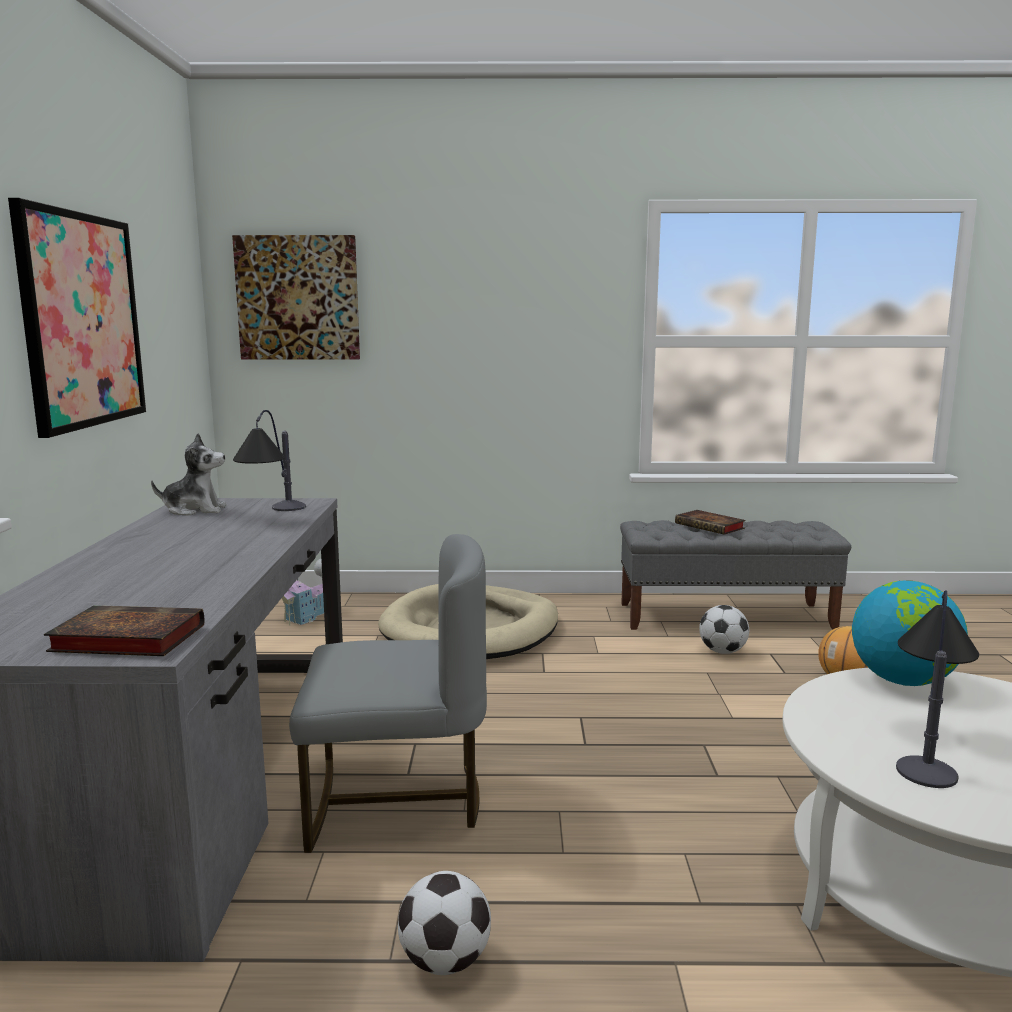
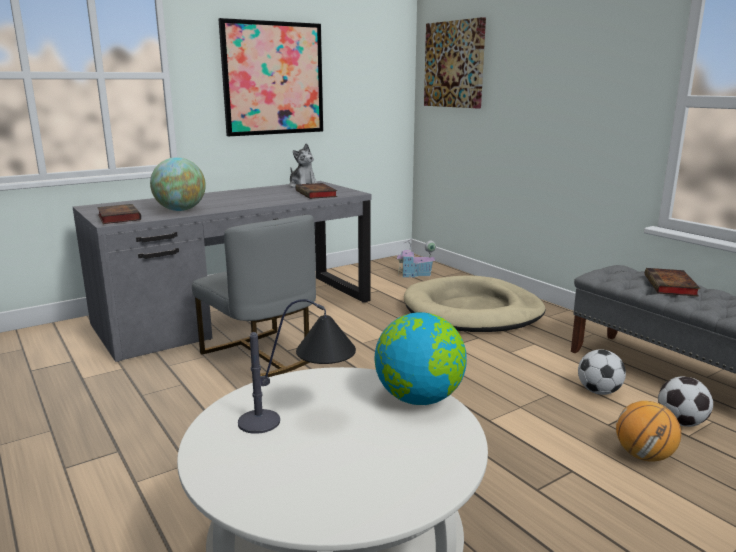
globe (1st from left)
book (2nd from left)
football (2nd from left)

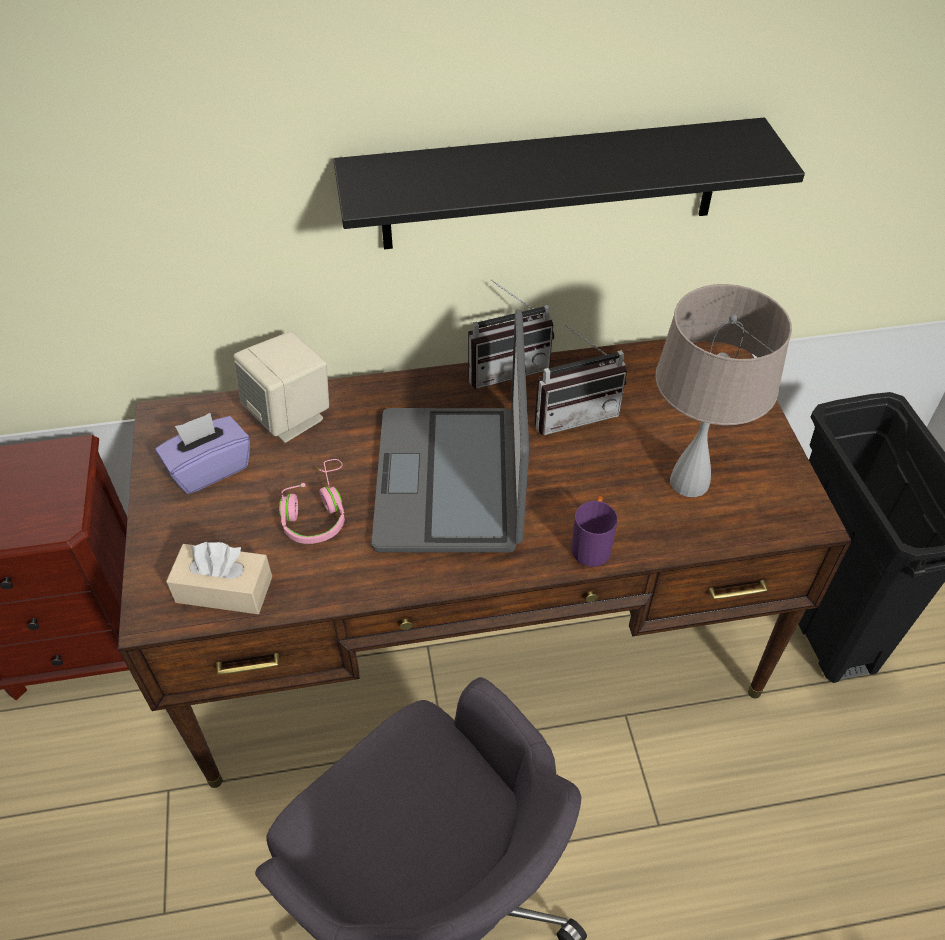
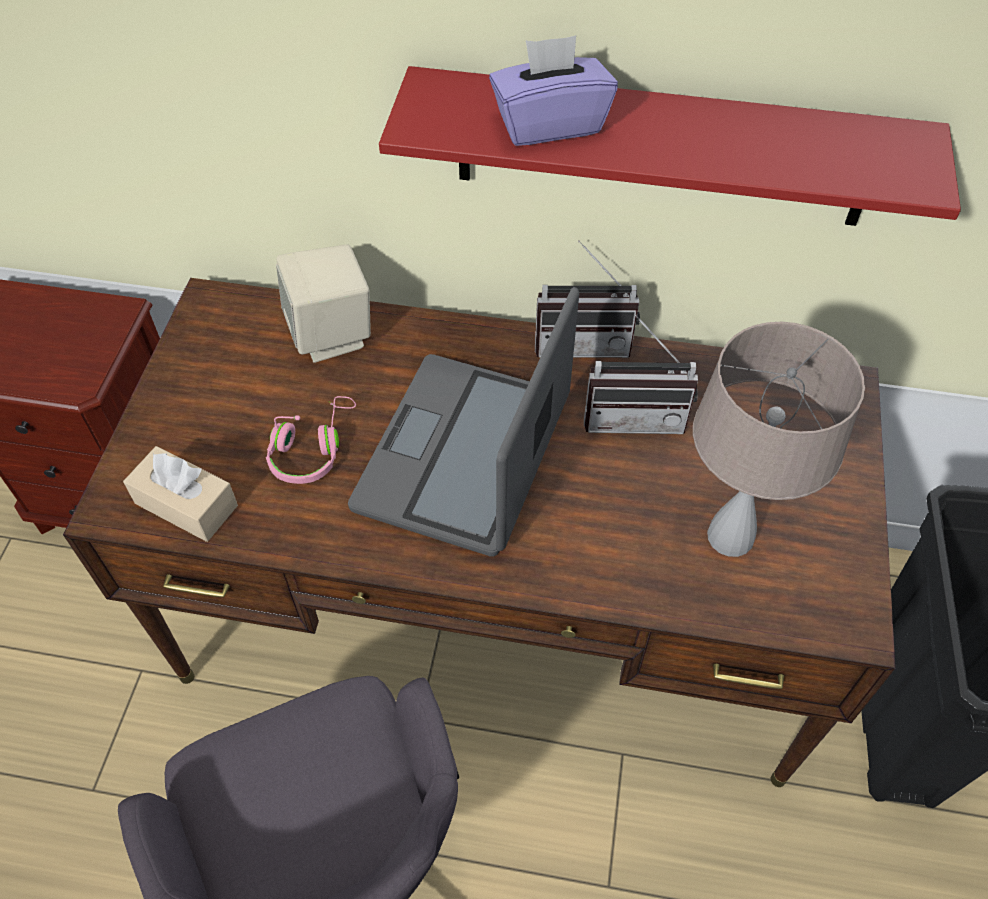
red shelf
purple tissue box
purple mug

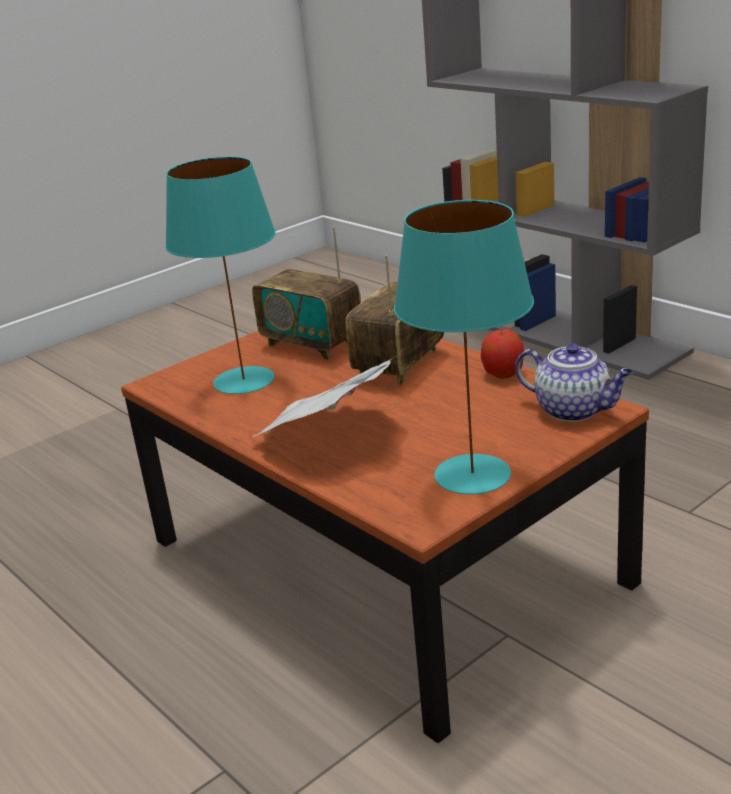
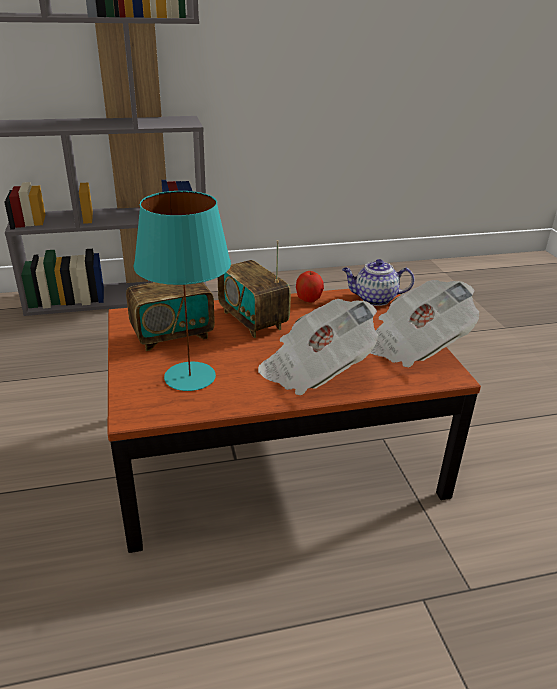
teapot
newspaper (2nd from left)

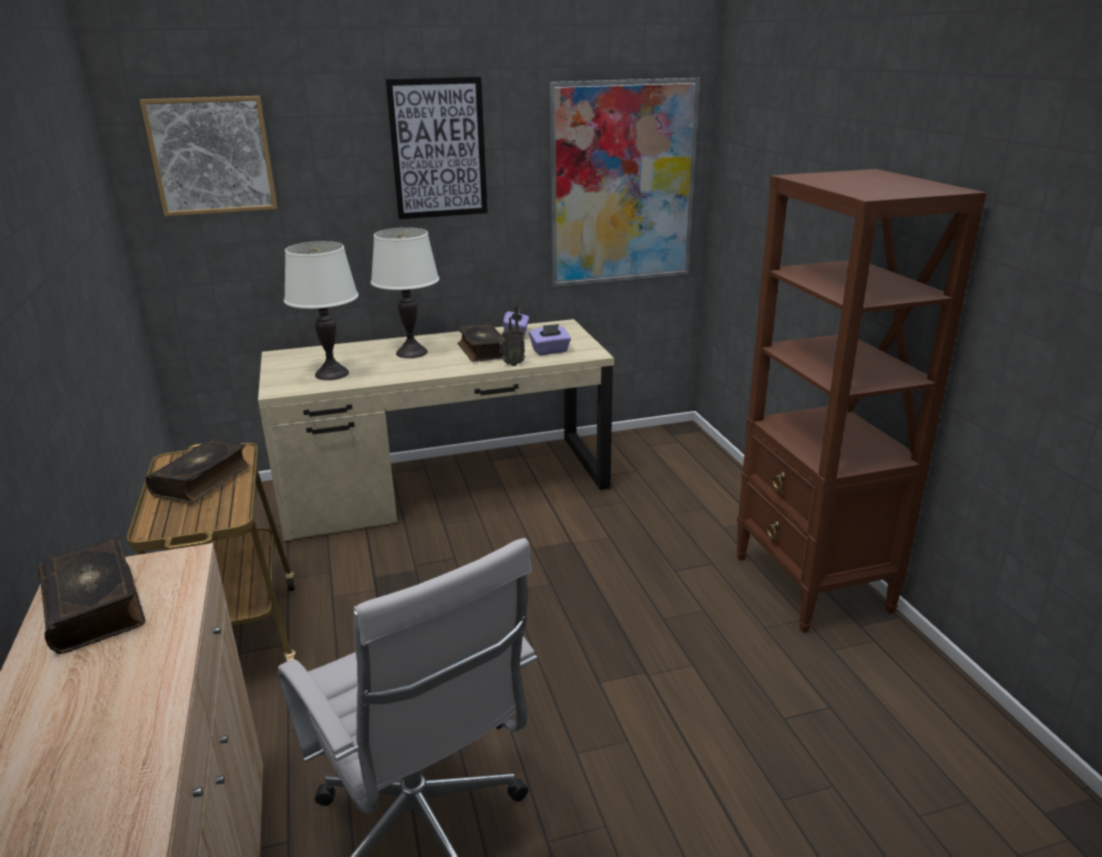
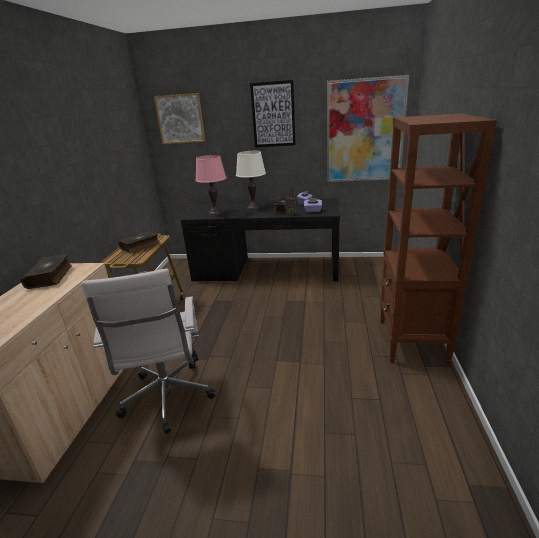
black desk
pink table lamp

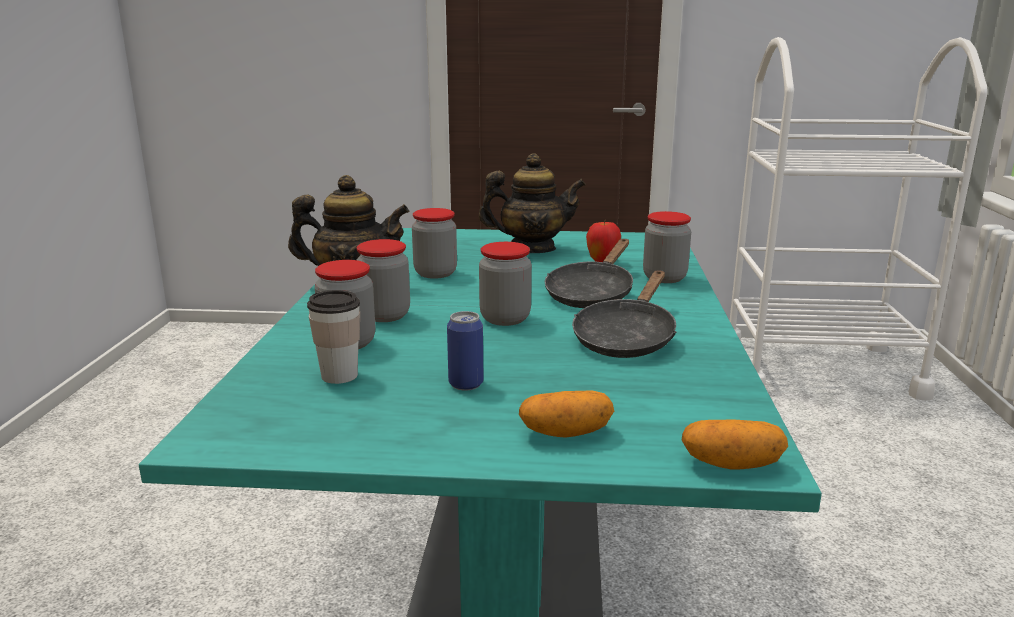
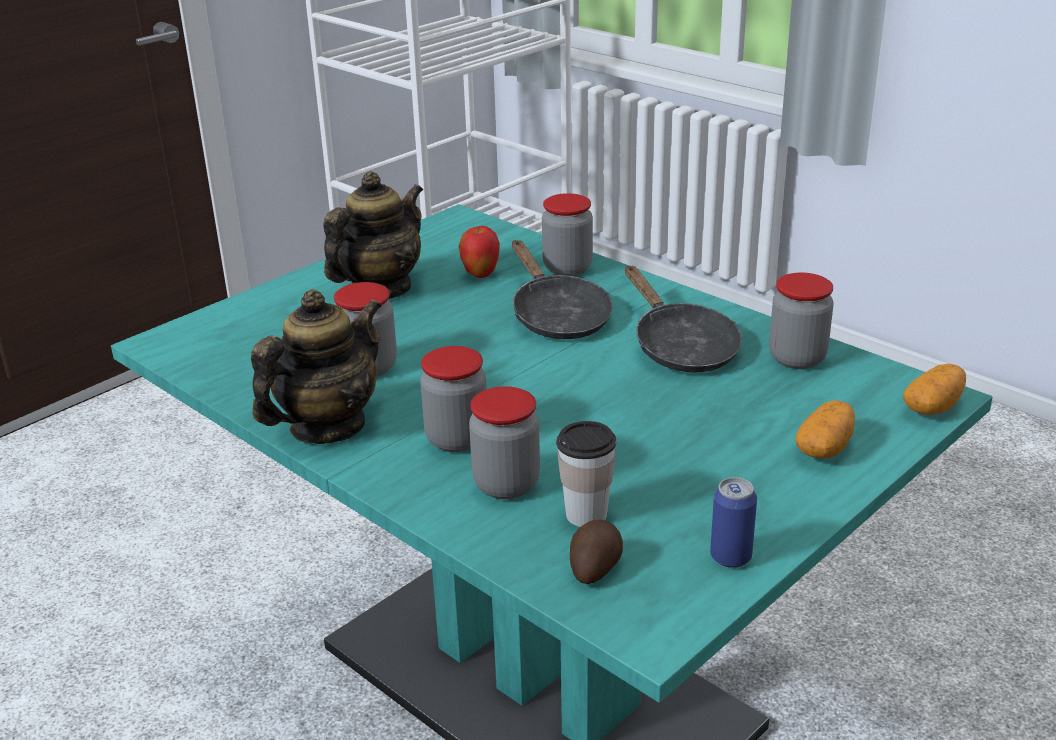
potato (1st from left)
can
jar (5th from left)

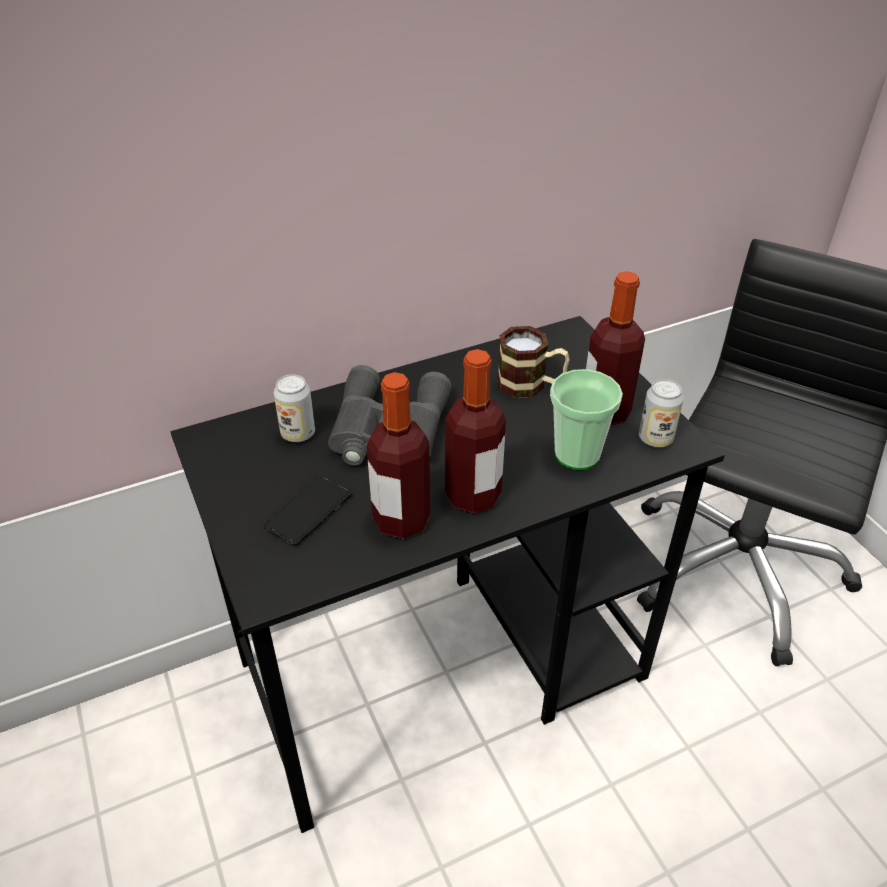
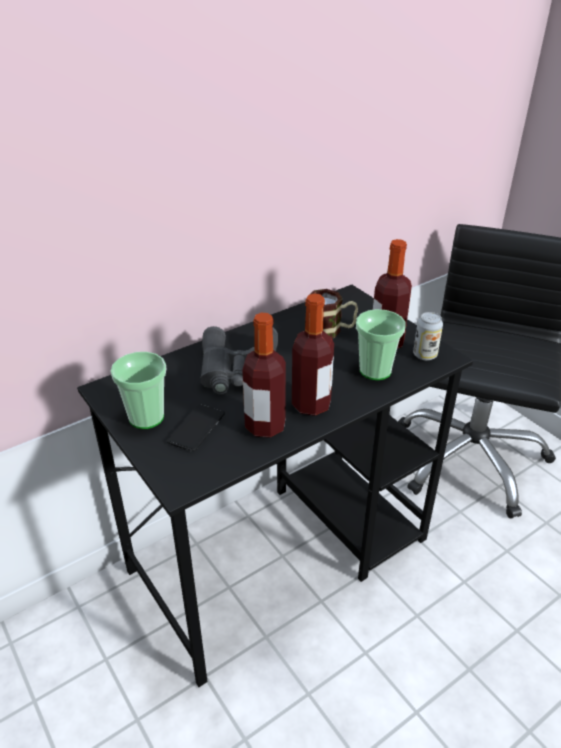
cup (1st from left)
can (1st from left in the first image)

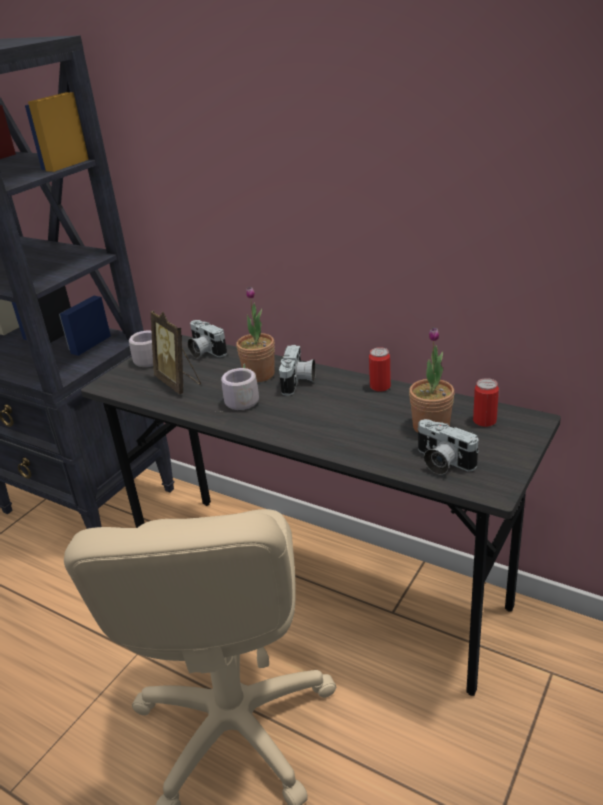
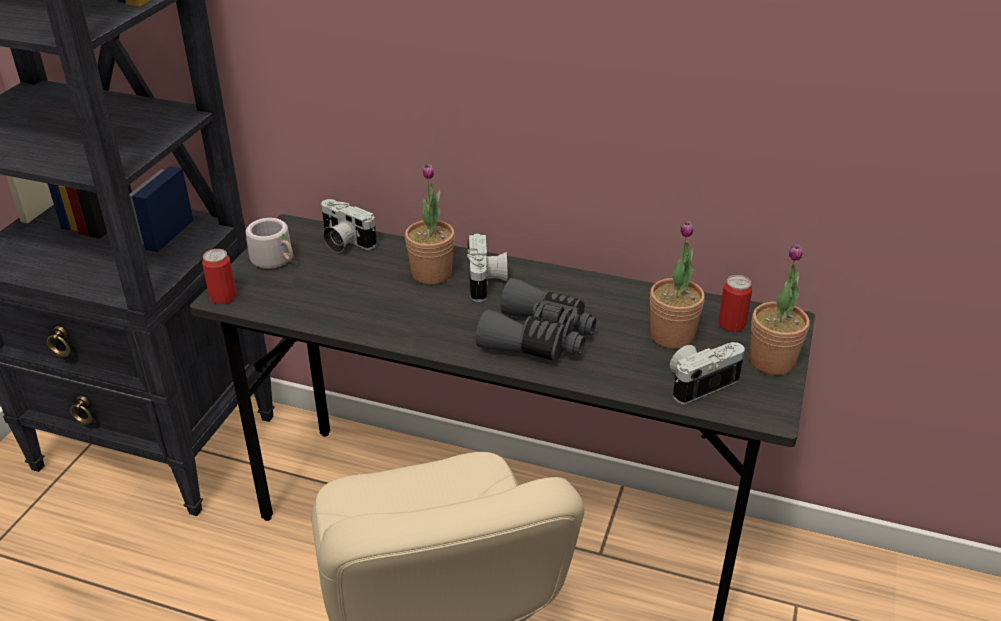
can (1st from left)
grey binoculars
photo camera (3rd from left)
potted plant (3rd from left)
picture frame
grey mug (2nd from left in the first image)

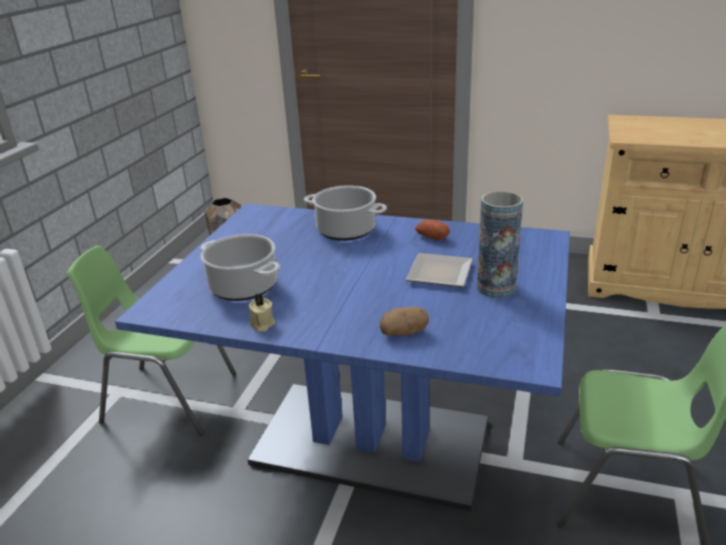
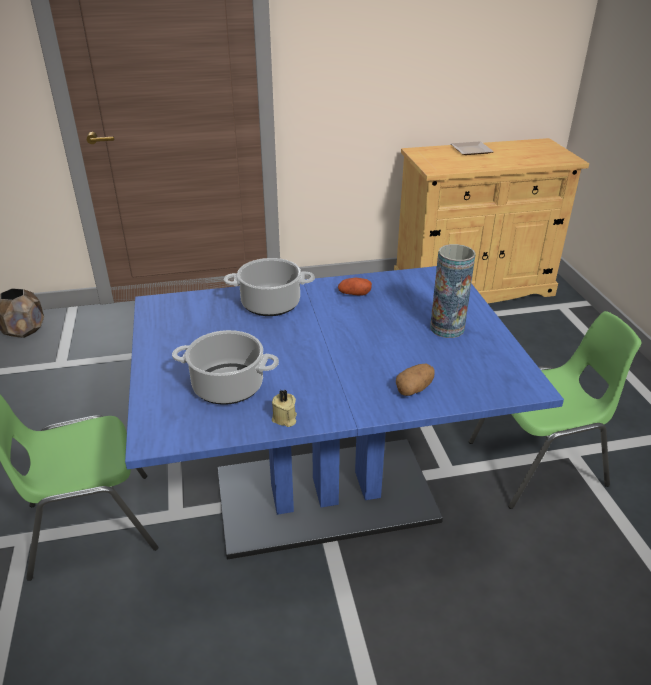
plate

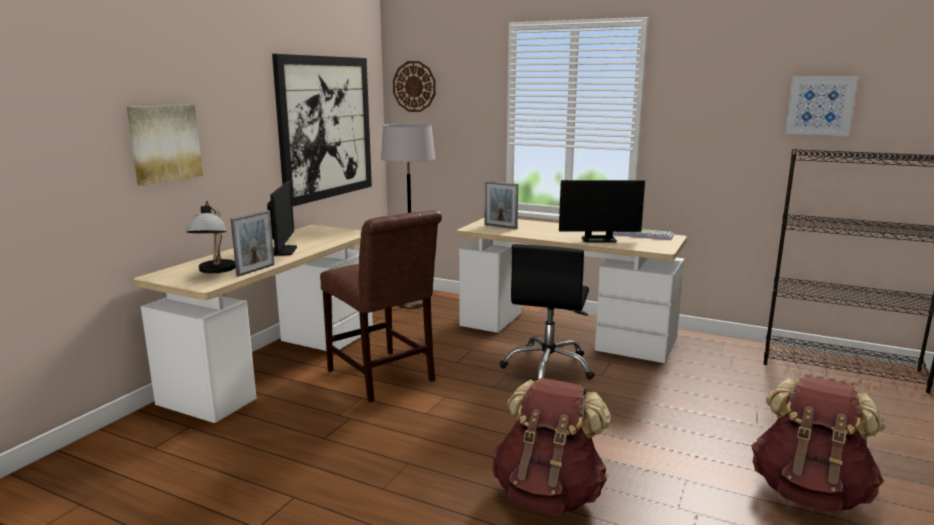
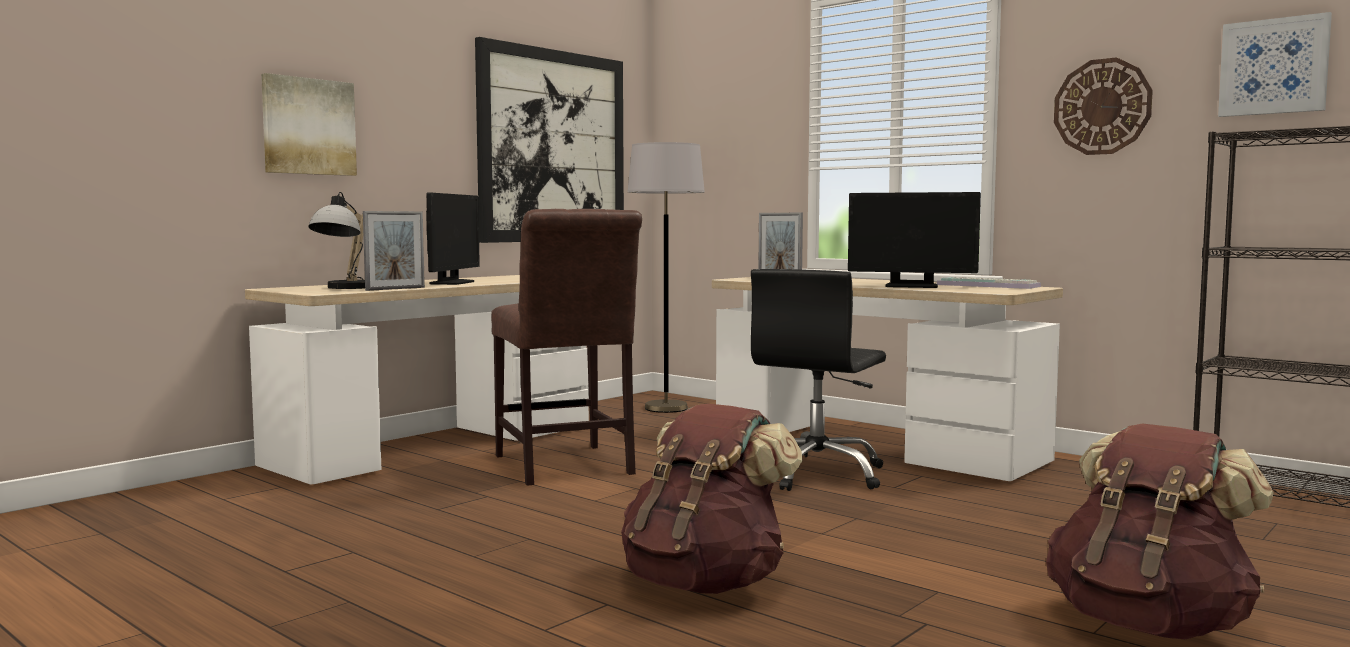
wall clock

